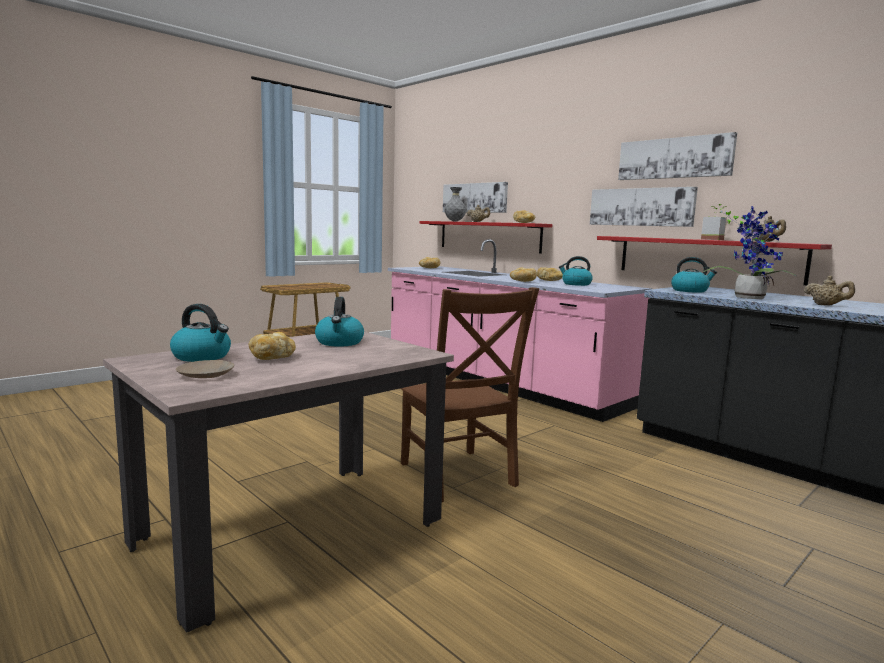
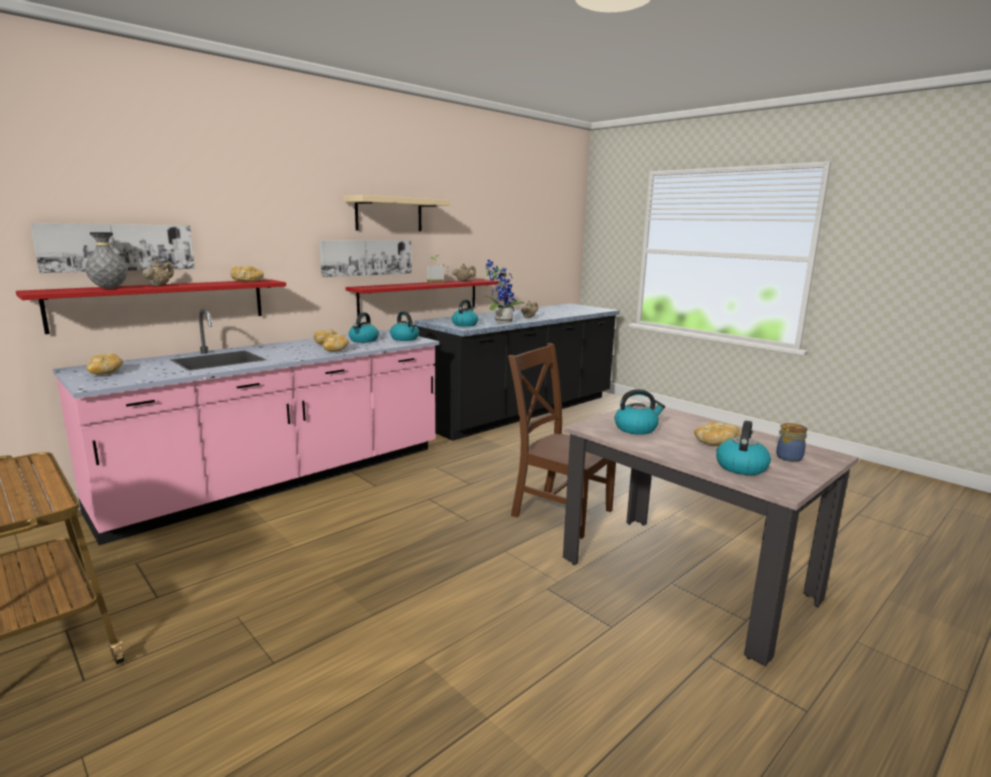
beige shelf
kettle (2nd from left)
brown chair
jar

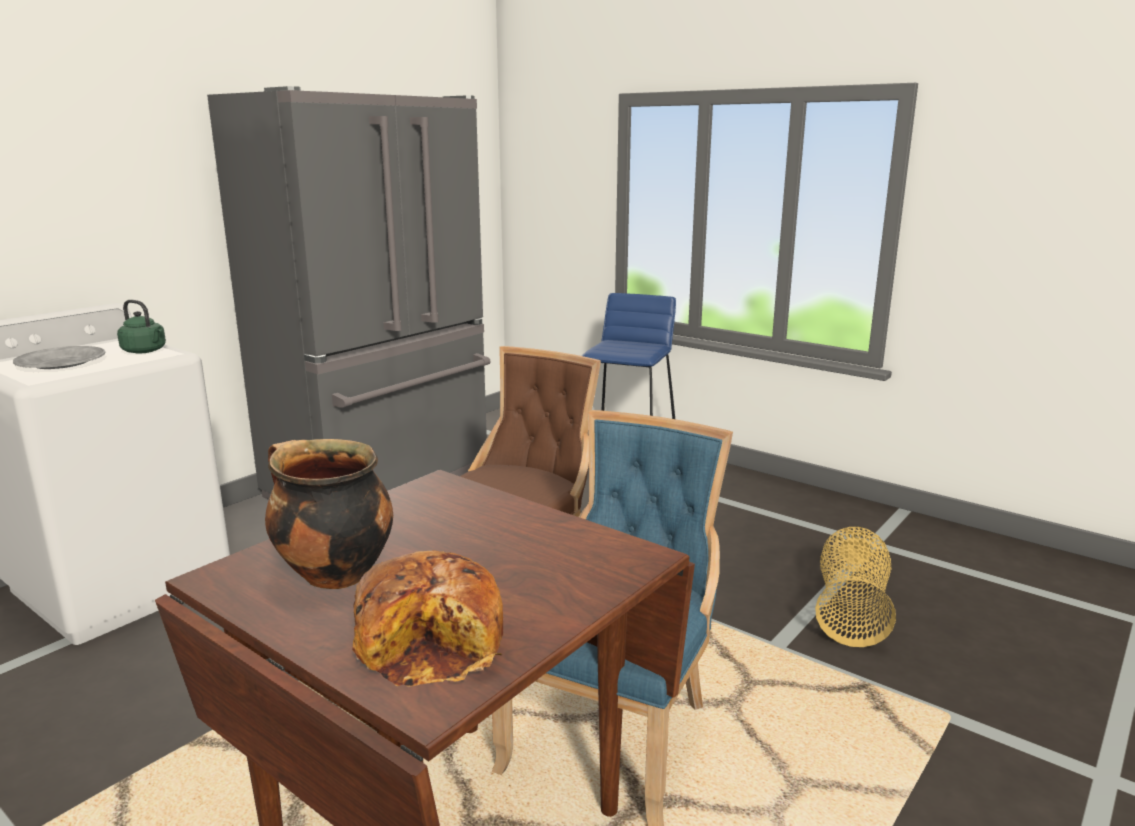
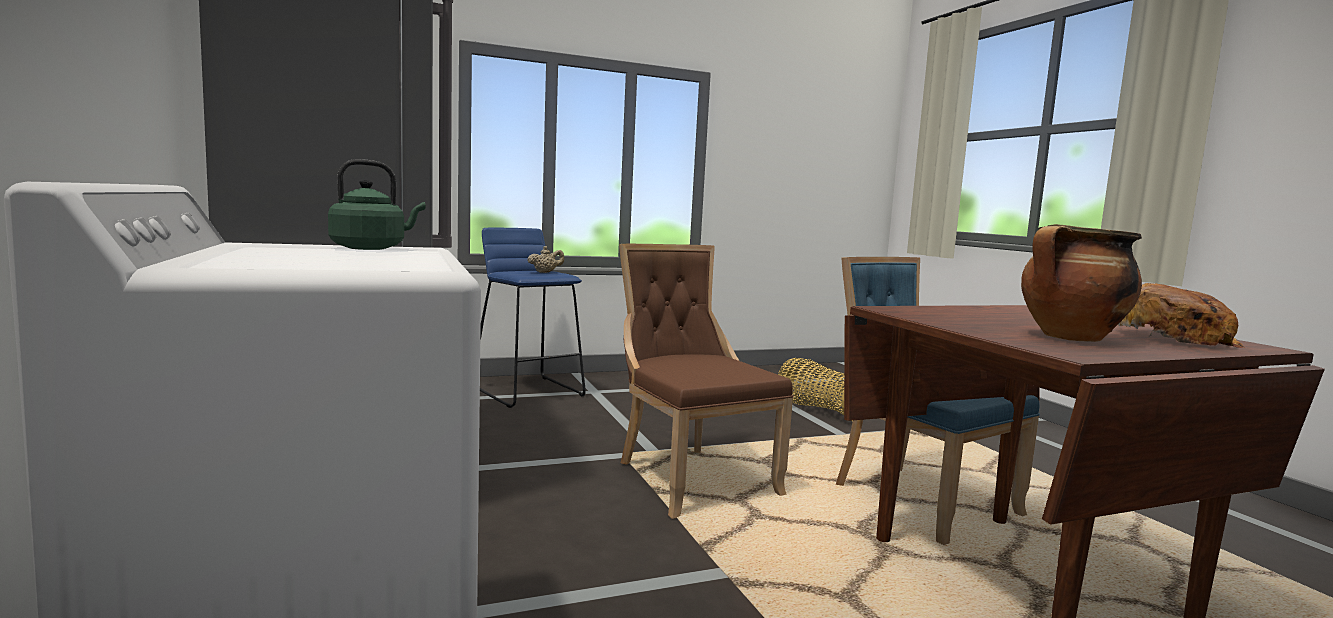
beige teapot
grey plate

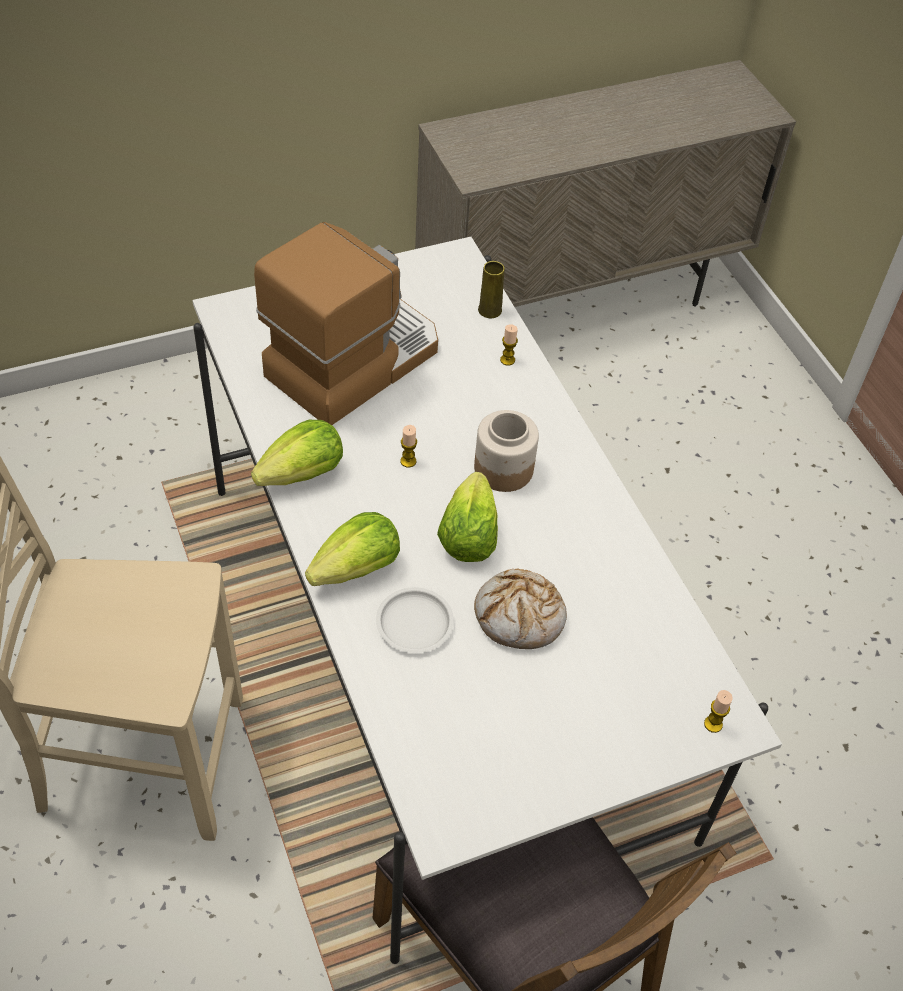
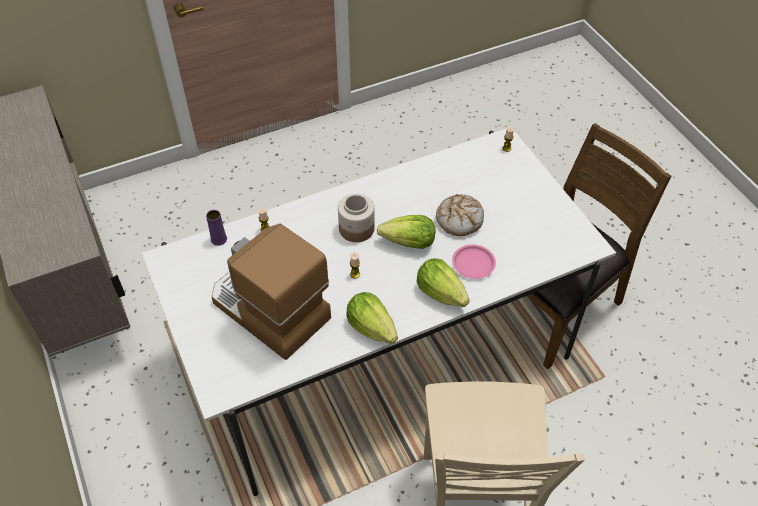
purple vase
pink plate

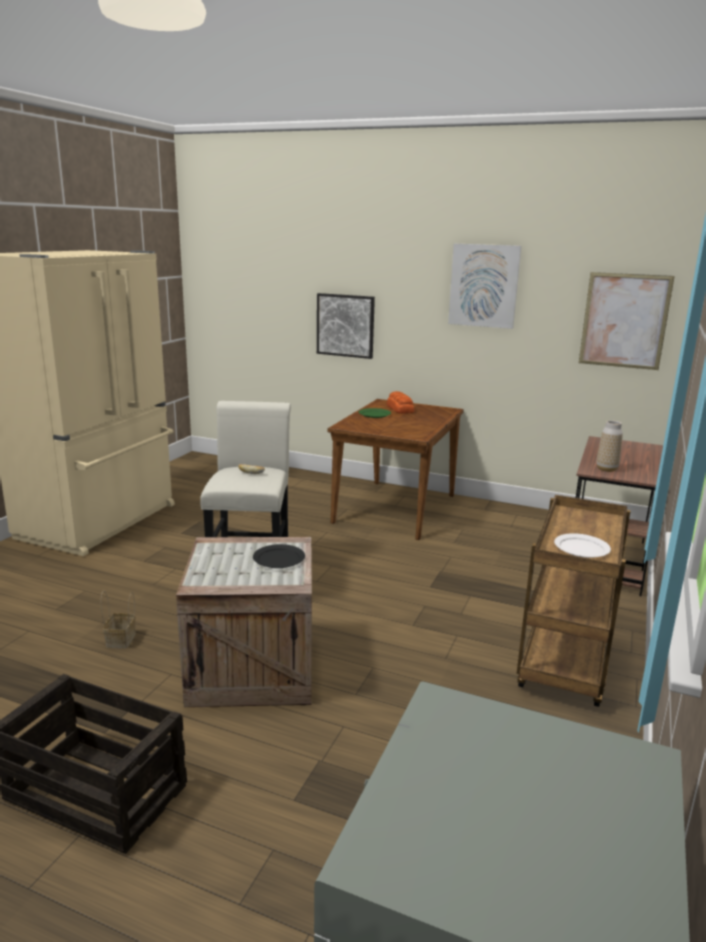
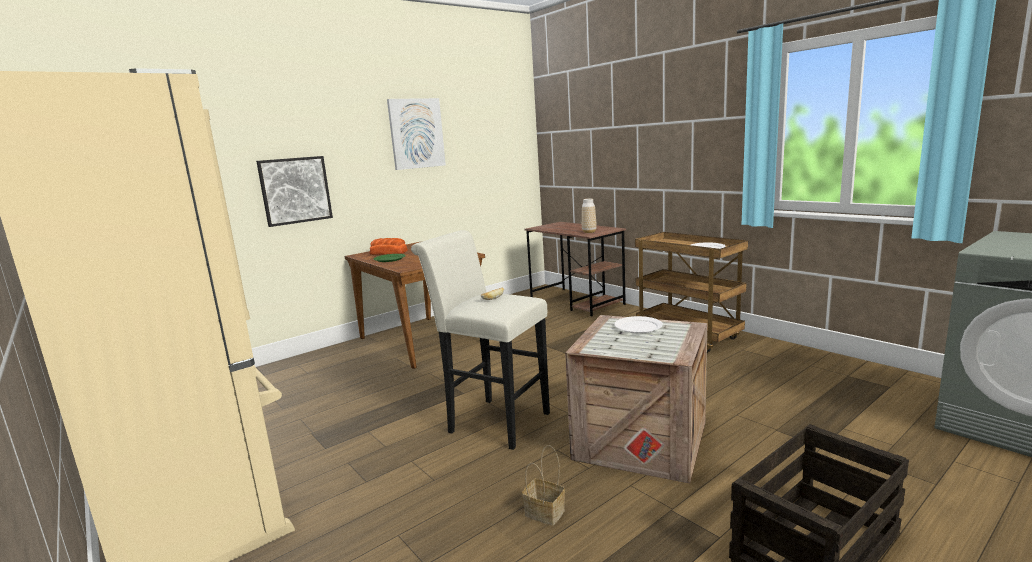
white plate (1st from left)
picture (3rd from left in the first image)

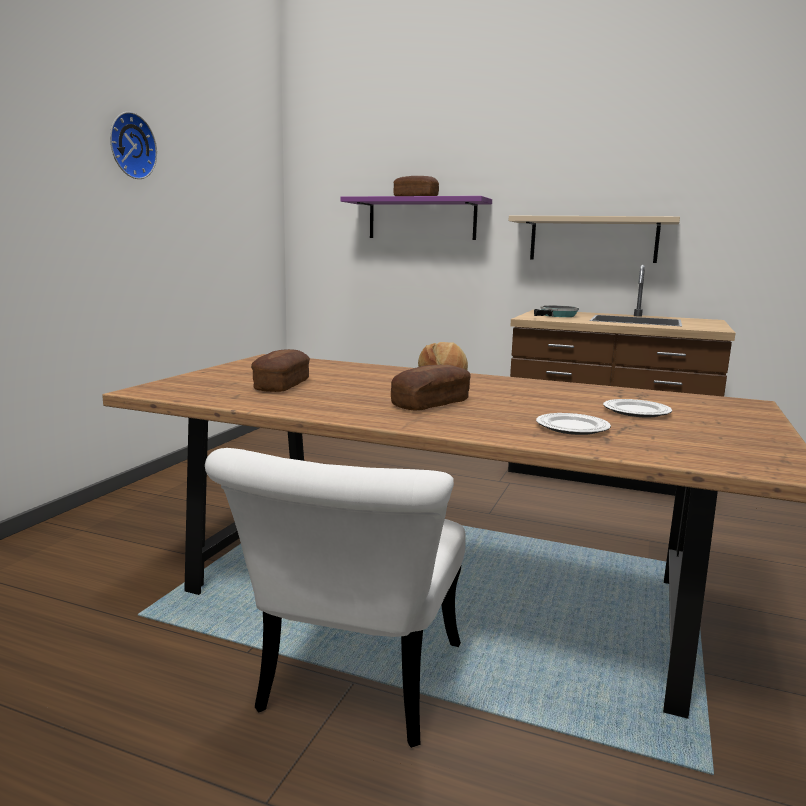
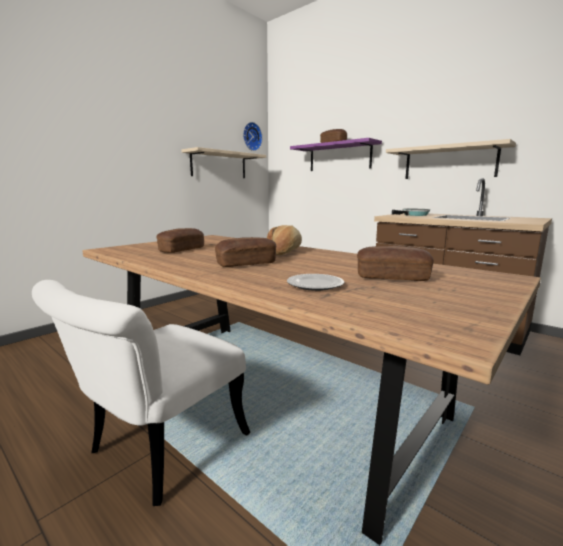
beige shelf (1st from left)
wall clock
bread (5th from left)

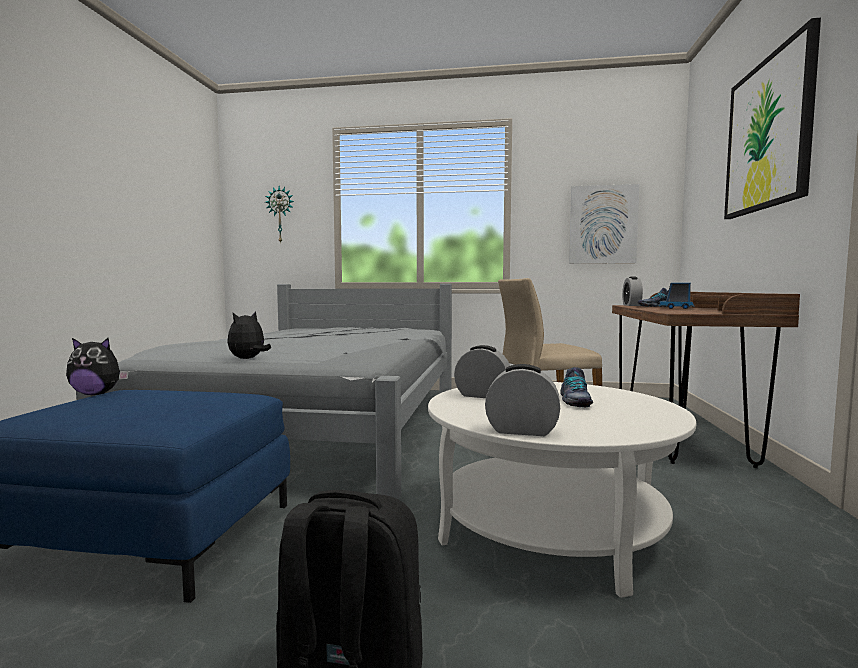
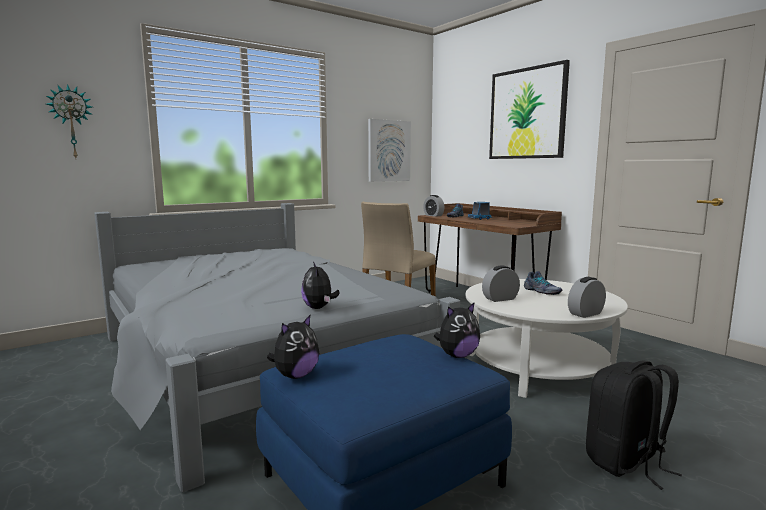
plush toy (3rd from left)

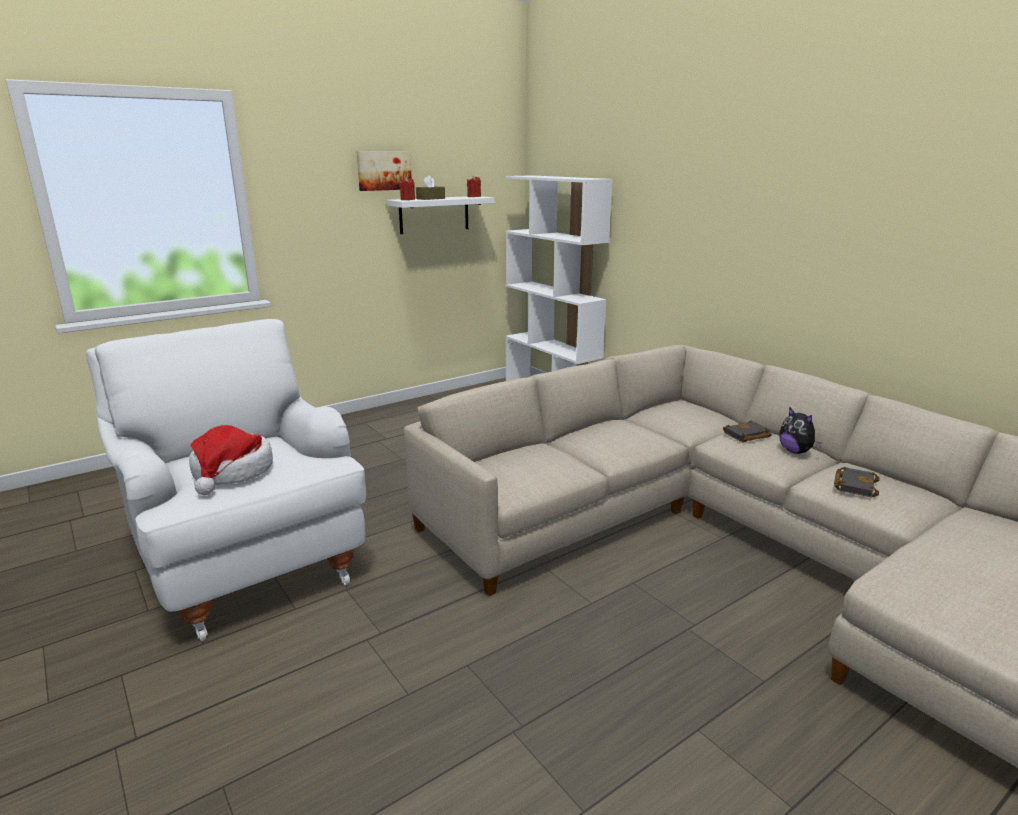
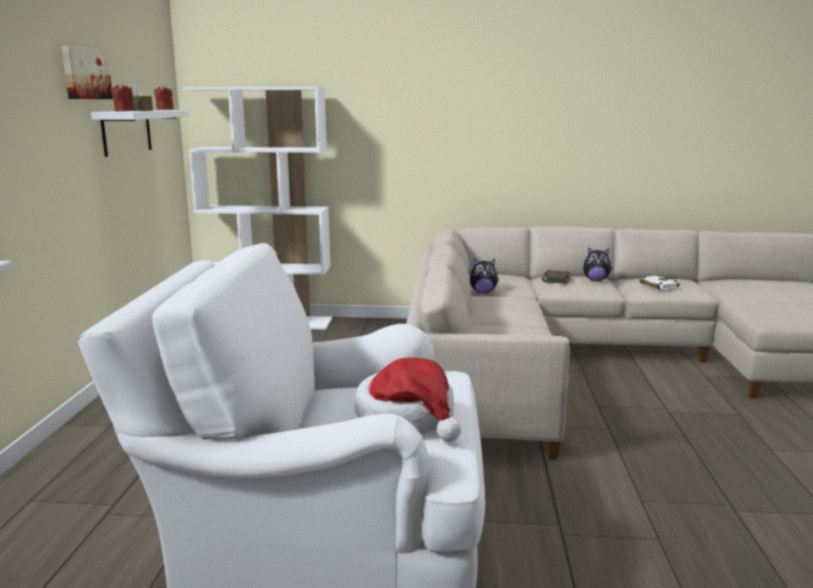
plush toy (1st from left)
white book

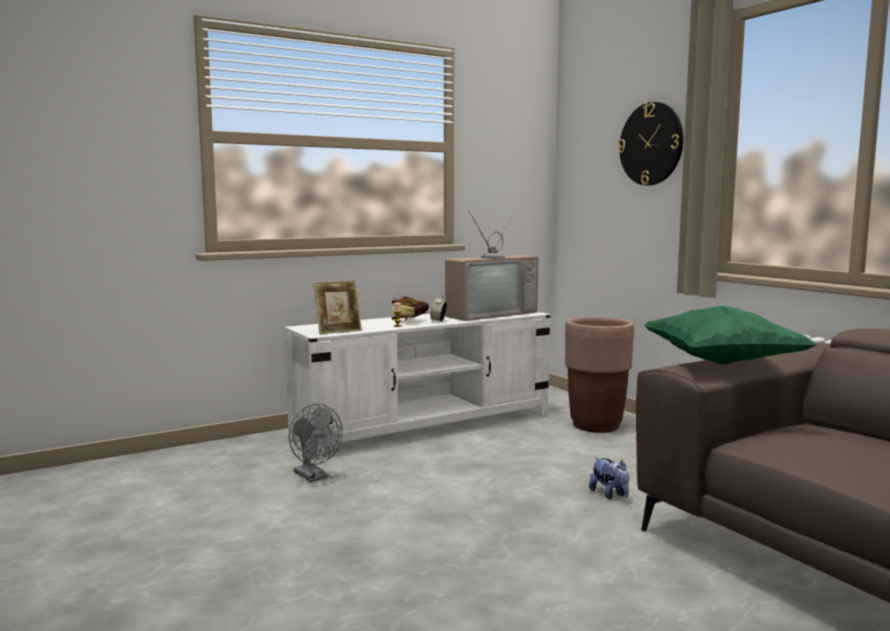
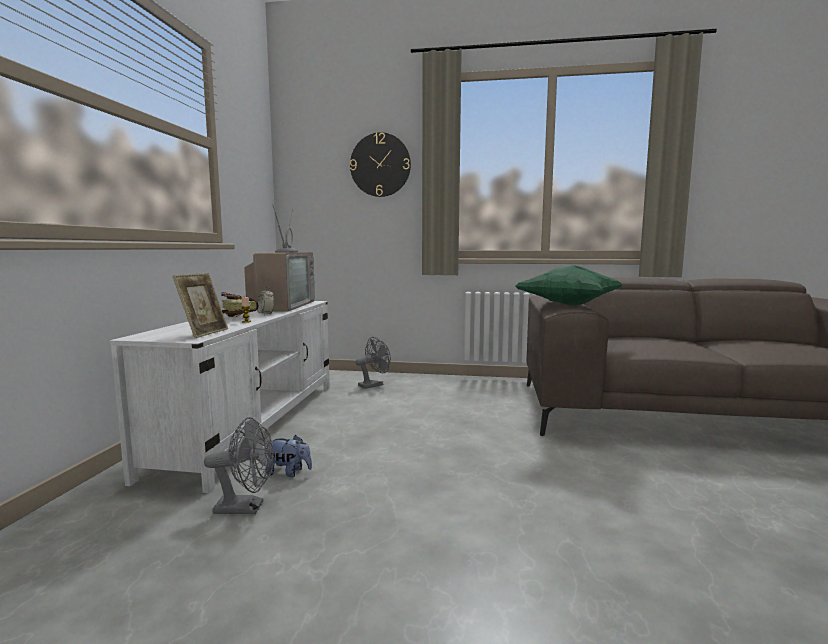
plush toy
grey fan (2nd from left)

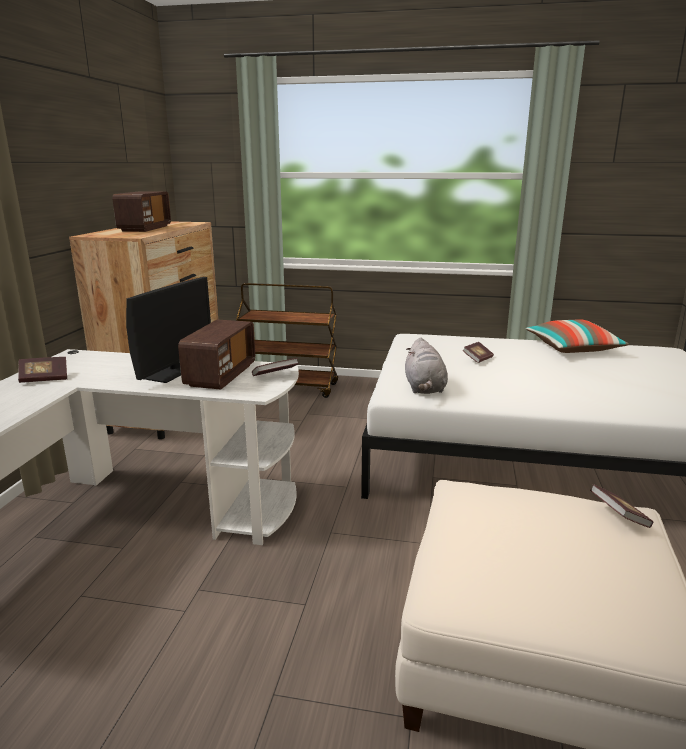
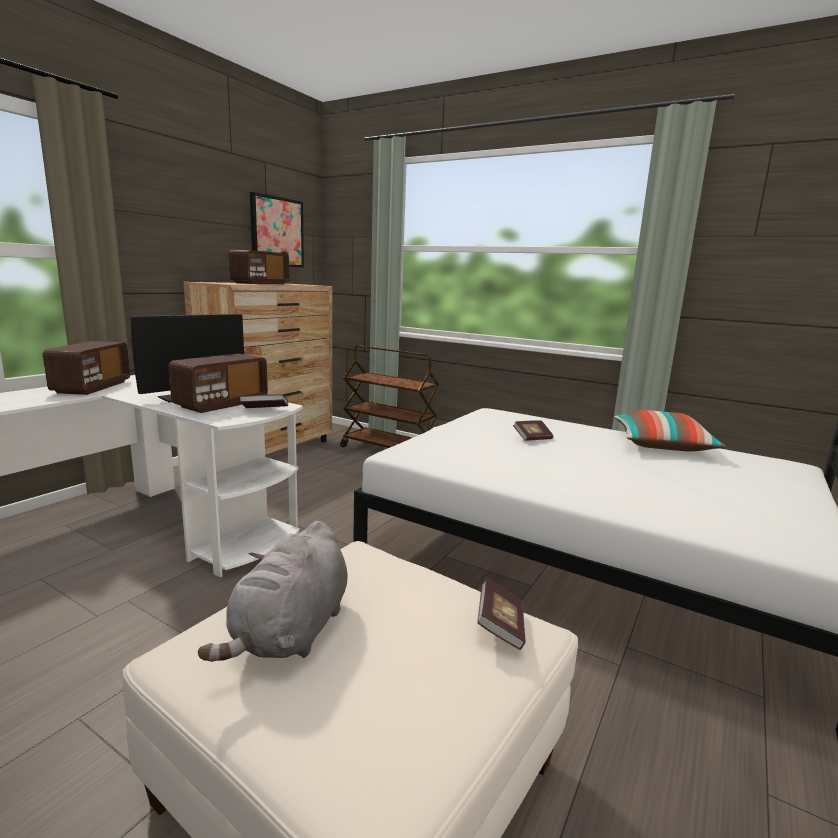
radio (1st from left)
grey plush toy
picture

